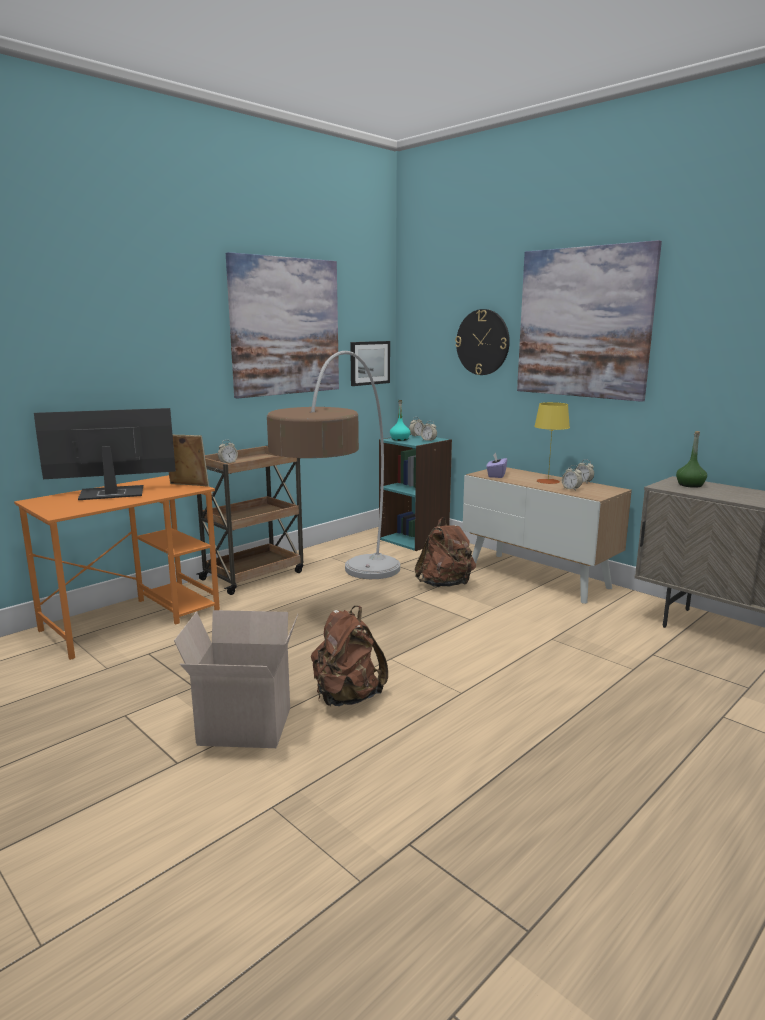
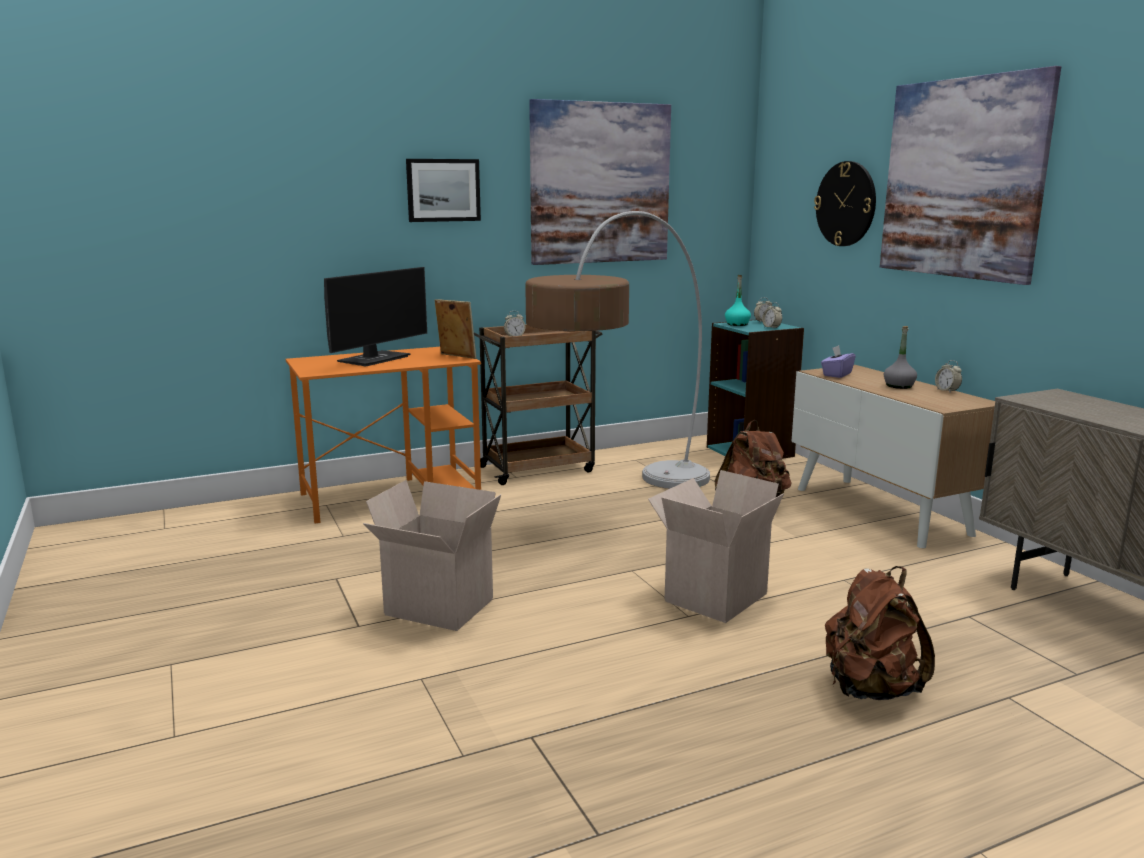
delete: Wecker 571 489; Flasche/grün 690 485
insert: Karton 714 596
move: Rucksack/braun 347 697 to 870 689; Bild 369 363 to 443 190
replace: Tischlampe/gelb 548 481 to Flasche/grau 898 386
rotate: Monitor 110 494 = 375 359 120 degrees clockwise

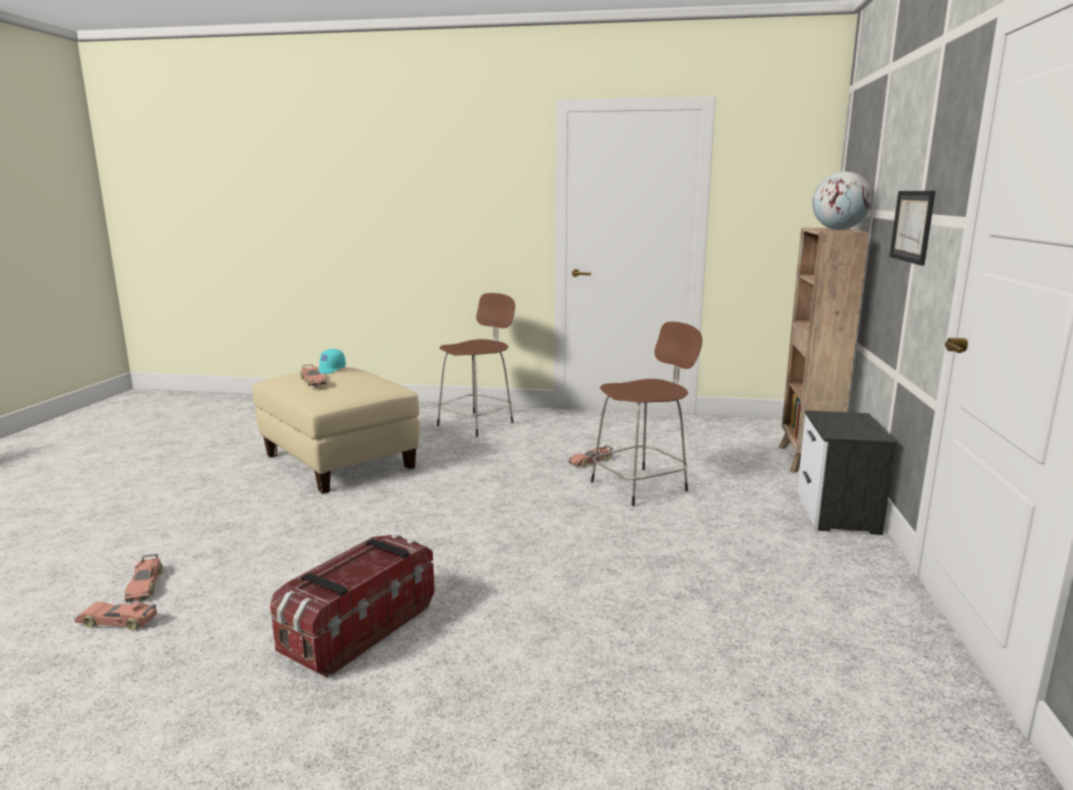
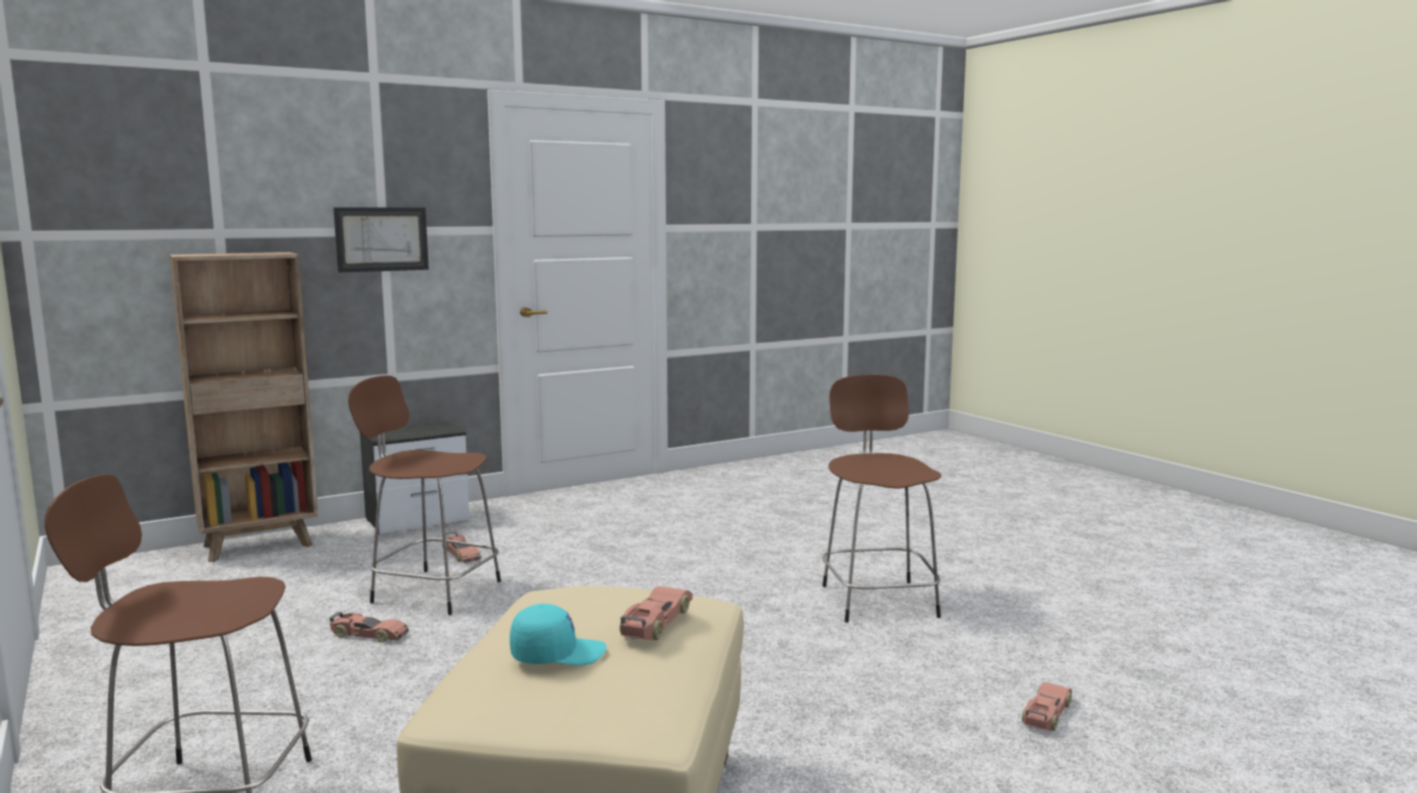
delete: Globus 838 229
move: Spielzeugauto 118 622 to 461 554
replace: Aufbewahrungsbox 357 629 to Hocker/braun 877 599

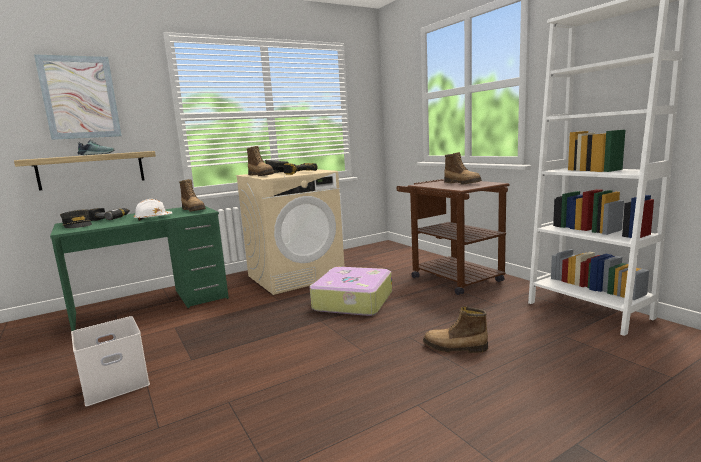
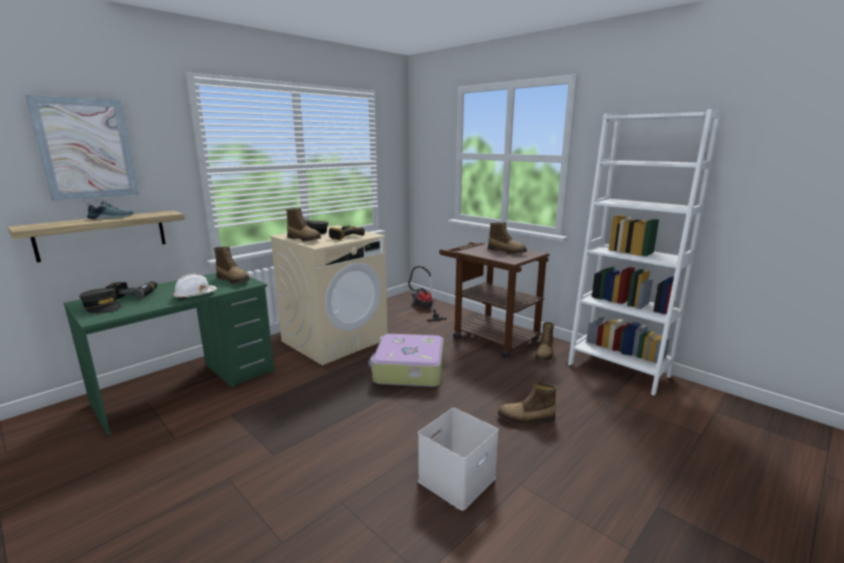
insert: Staubsauger 424 308; Stiefel 545 354
move: Aufbewahrungsbox/weiß 114 384 to 457 481

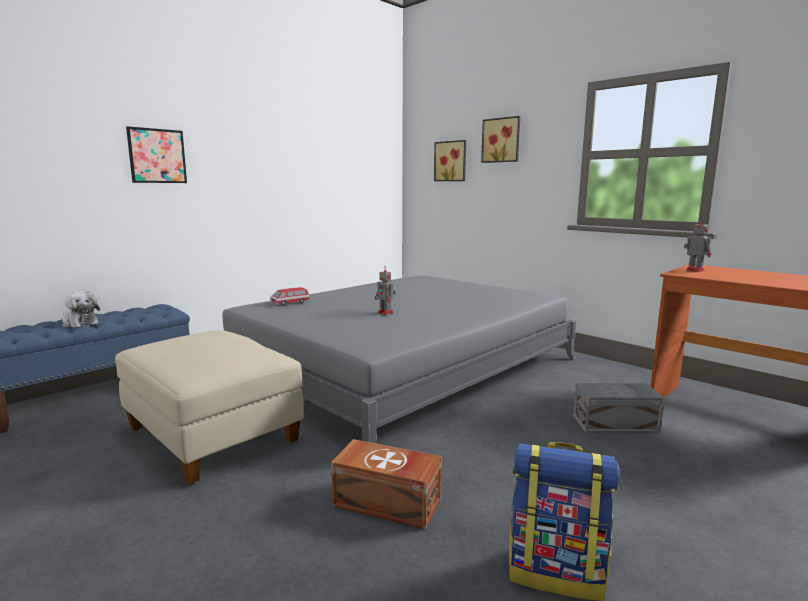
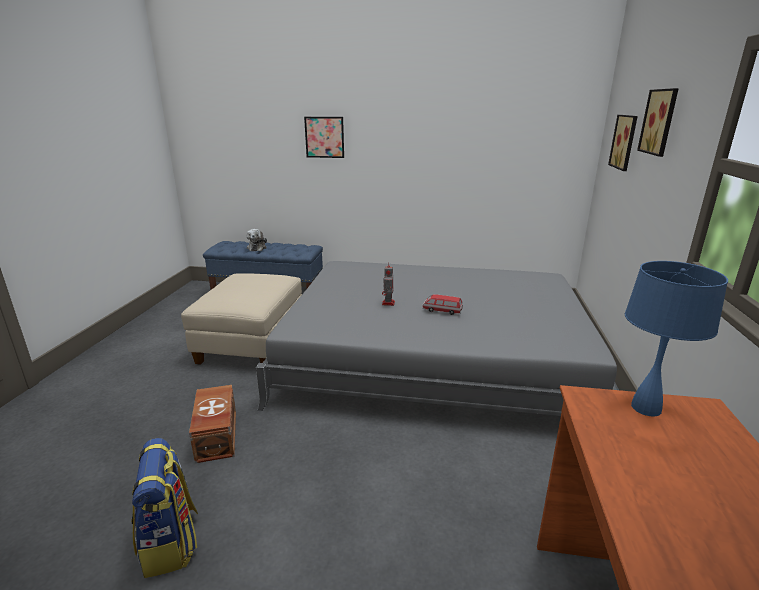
delete: Aufbewahrungsbox/grau 616 424
move: Spielzeugauto 290 303 to 442 310
replace: Spielzeugroboter 694 270 to Tischlampe/blau 645 407

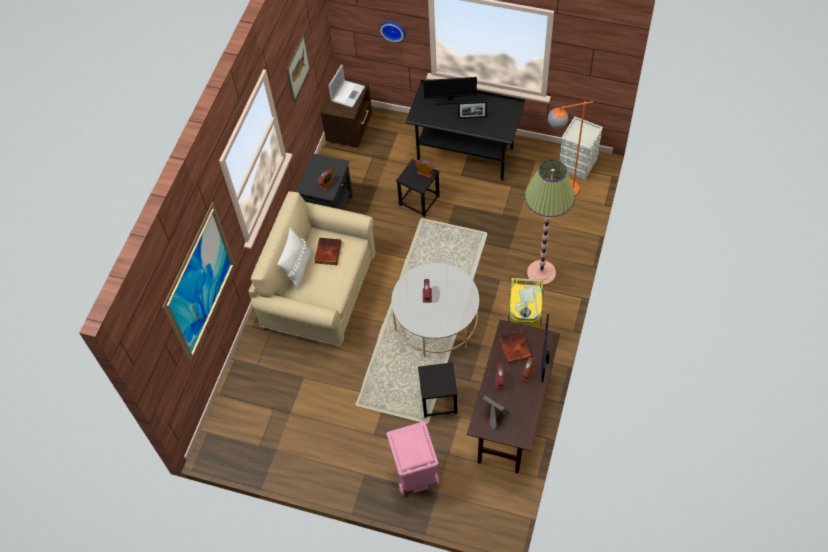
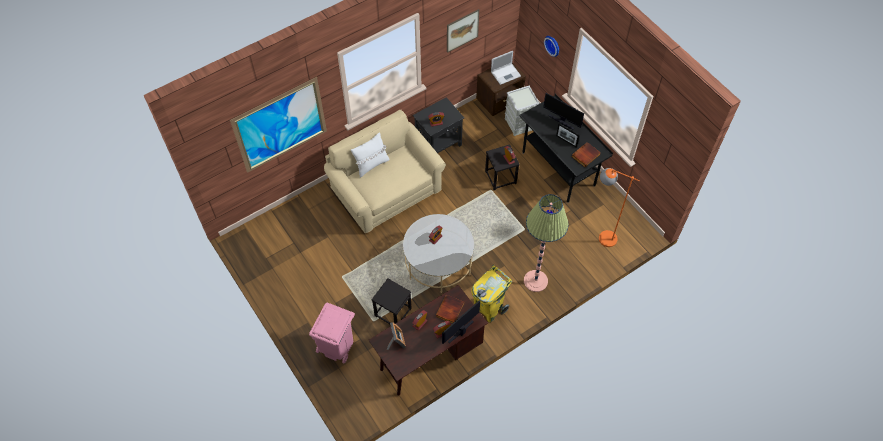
move: Buch 327 252 to 585 155; Aufbewahrungsbox/grau 578 164 to 520 124

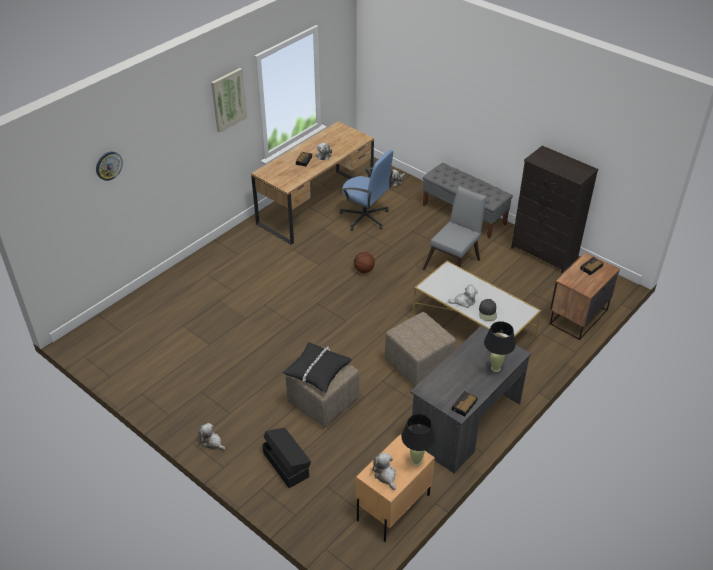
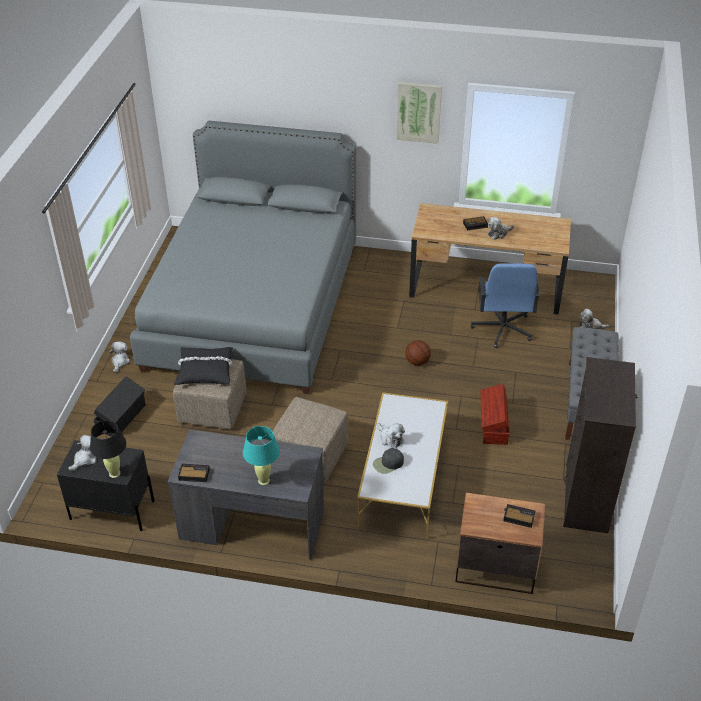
delete: Wanduhr 108 165
insert: Bett/grau 254 306
replace: Stuhl/grau 454 262 to Aufbewahrungsbox/braun 493 425
recolor: Nachttisch/beige 393 507 to Nachttisch/schwarz 112 510; Tischlampe/schwarz 495 368 to Tischlampe/türkis 264 480

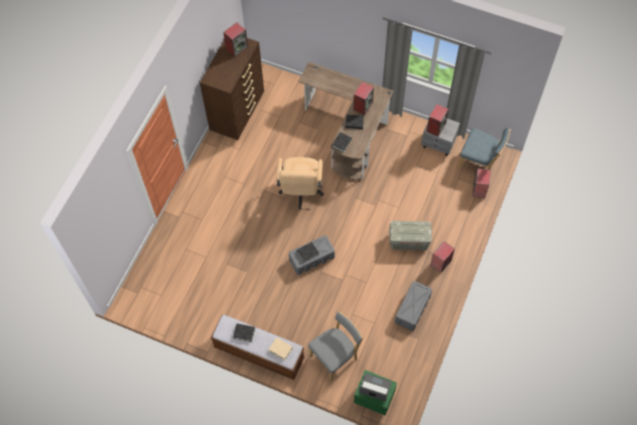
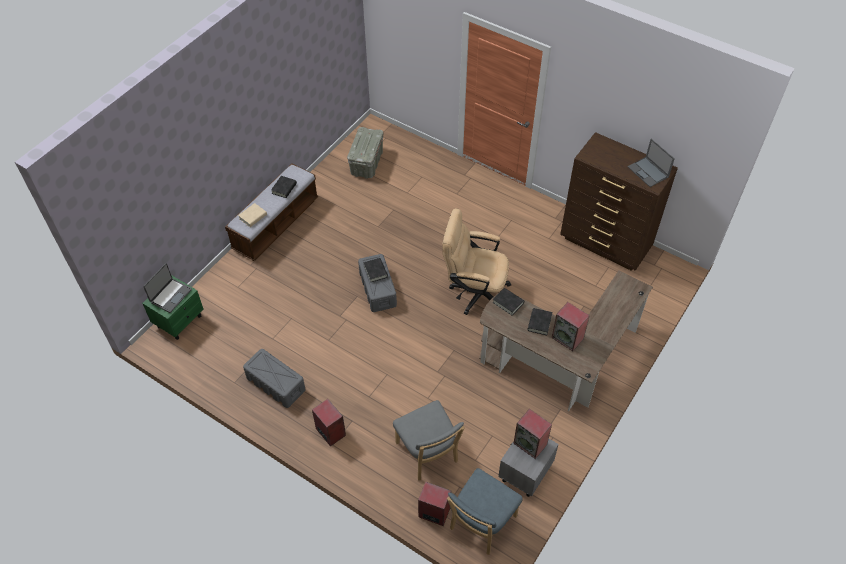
move: Stuhl/grau 335 357 to 428 454; Aufbewahrungsbox/grau 408 241 to 366 163
replace: Lautsprecher 237 48 to Laptop 648 172

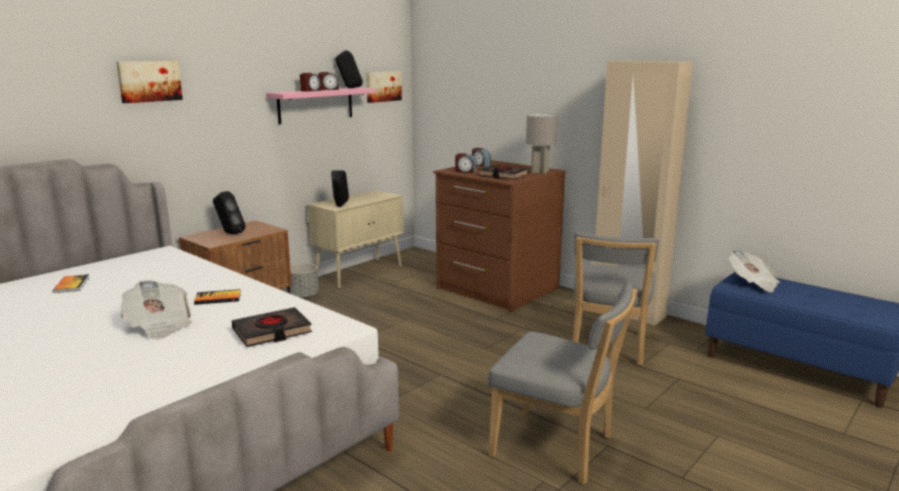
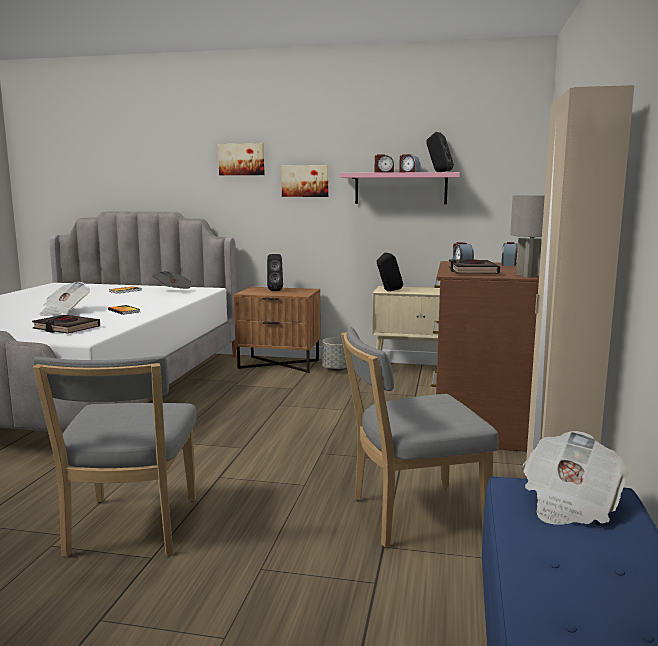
insert: Zeitung 174 291
move: Bild 383 86 to 305 181

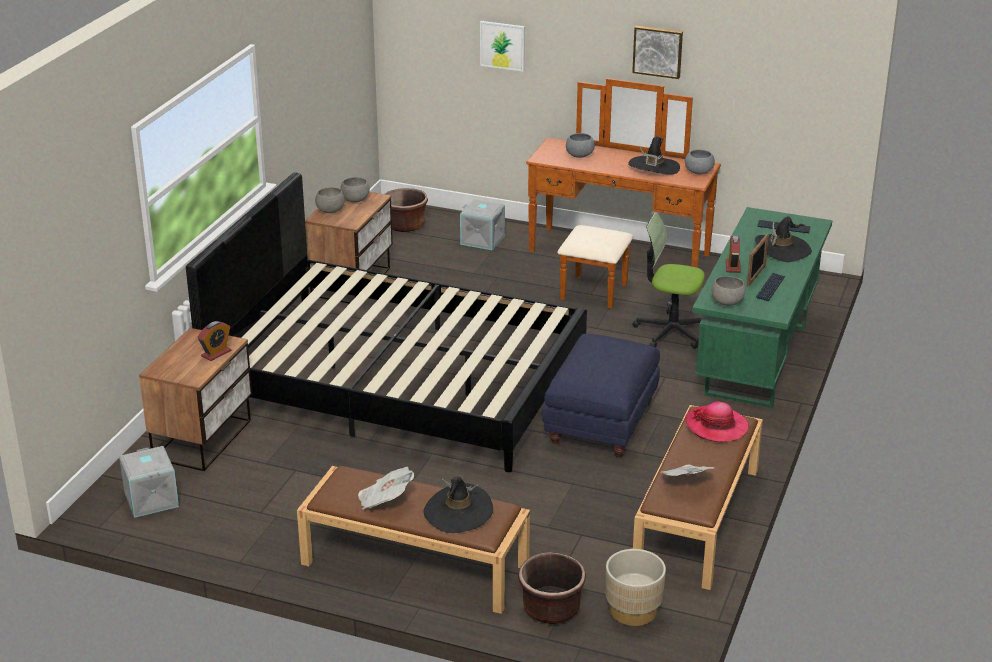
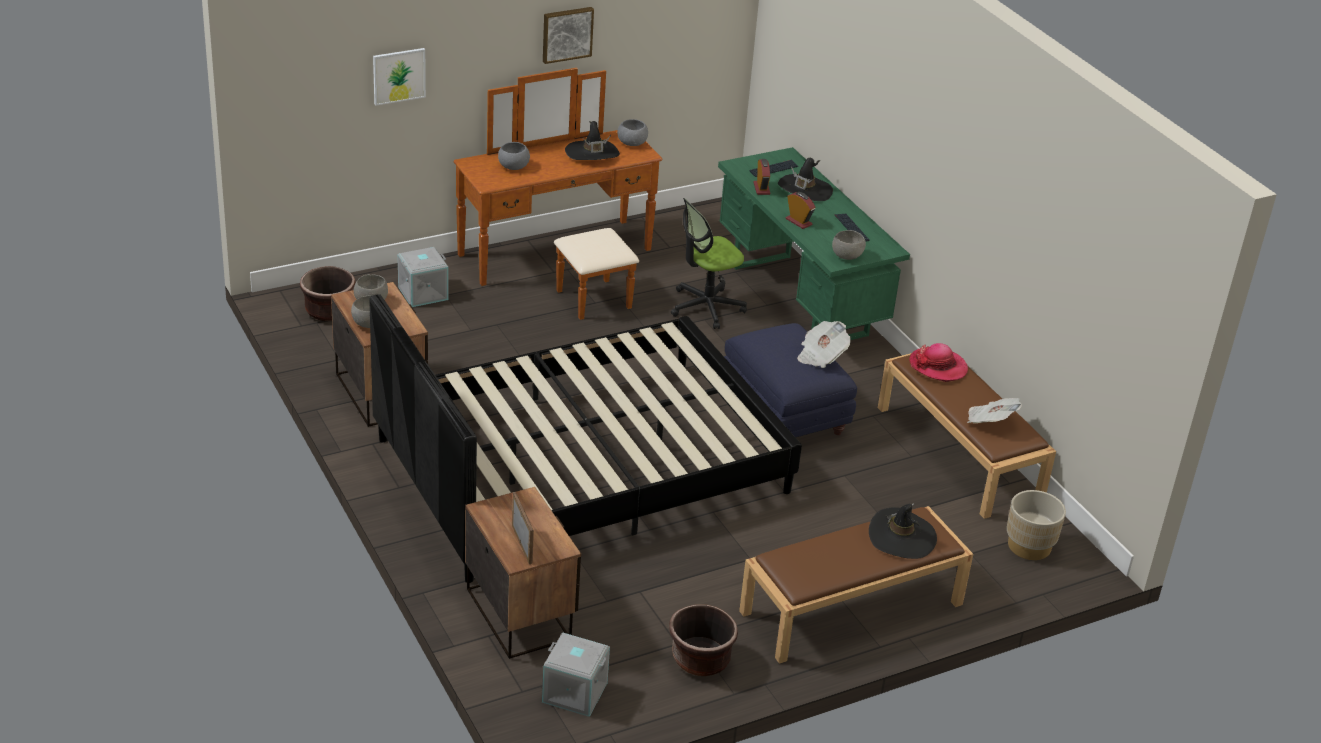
move: Wecker 216 353 to 761 188; Zeitung 385 500 to 821 356; Pflanzkübel/braun 551 609 to 700 660; Bilderrahmen 756 275 to 522 544

